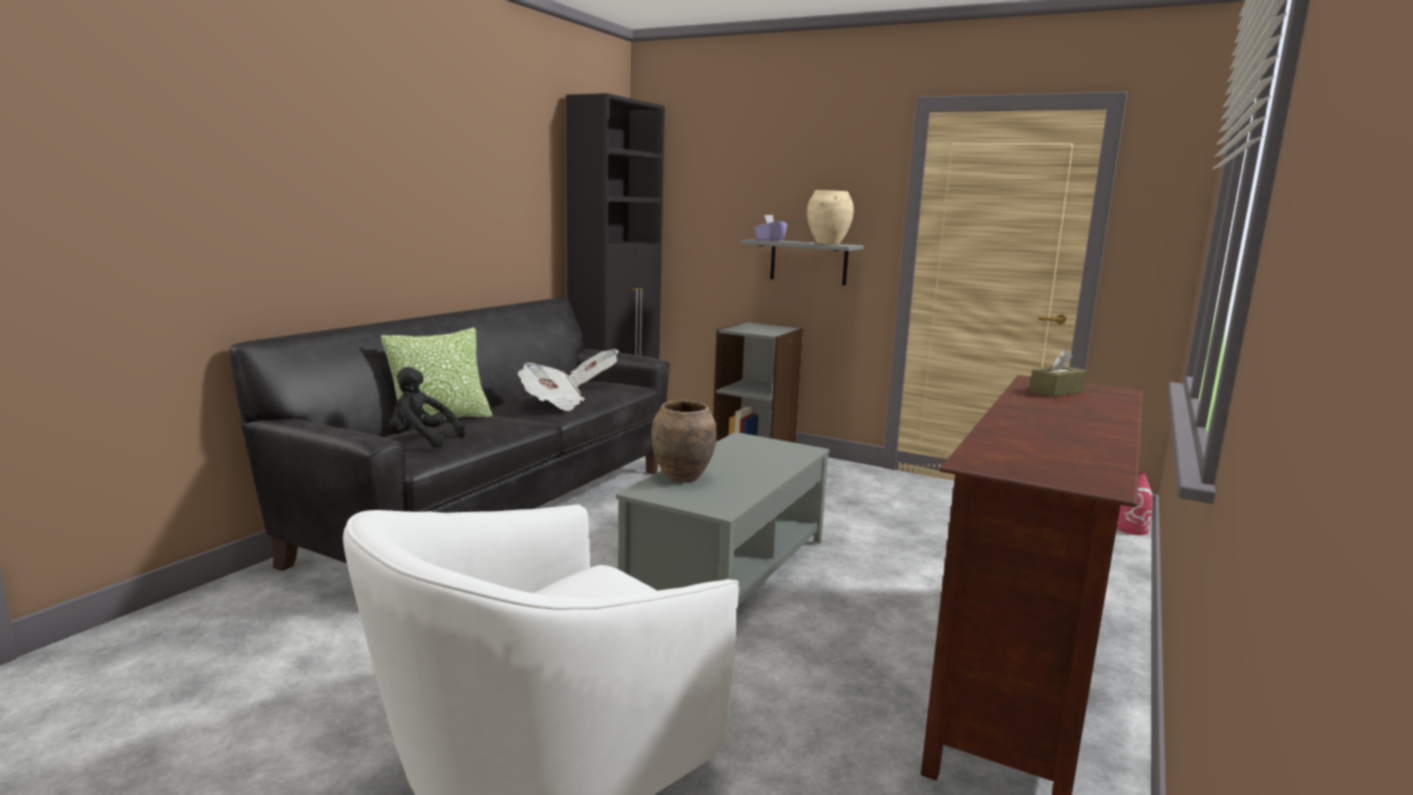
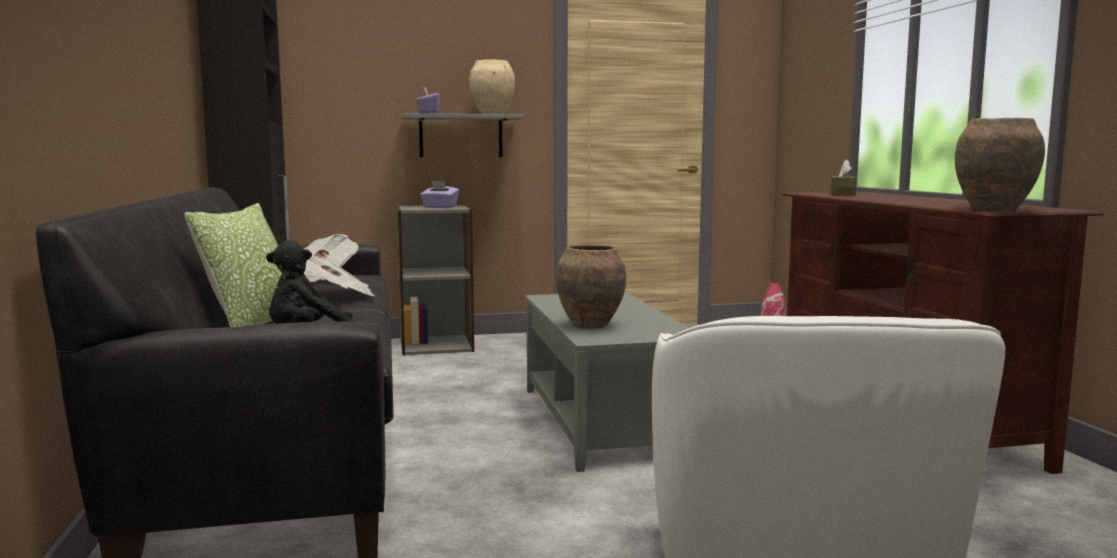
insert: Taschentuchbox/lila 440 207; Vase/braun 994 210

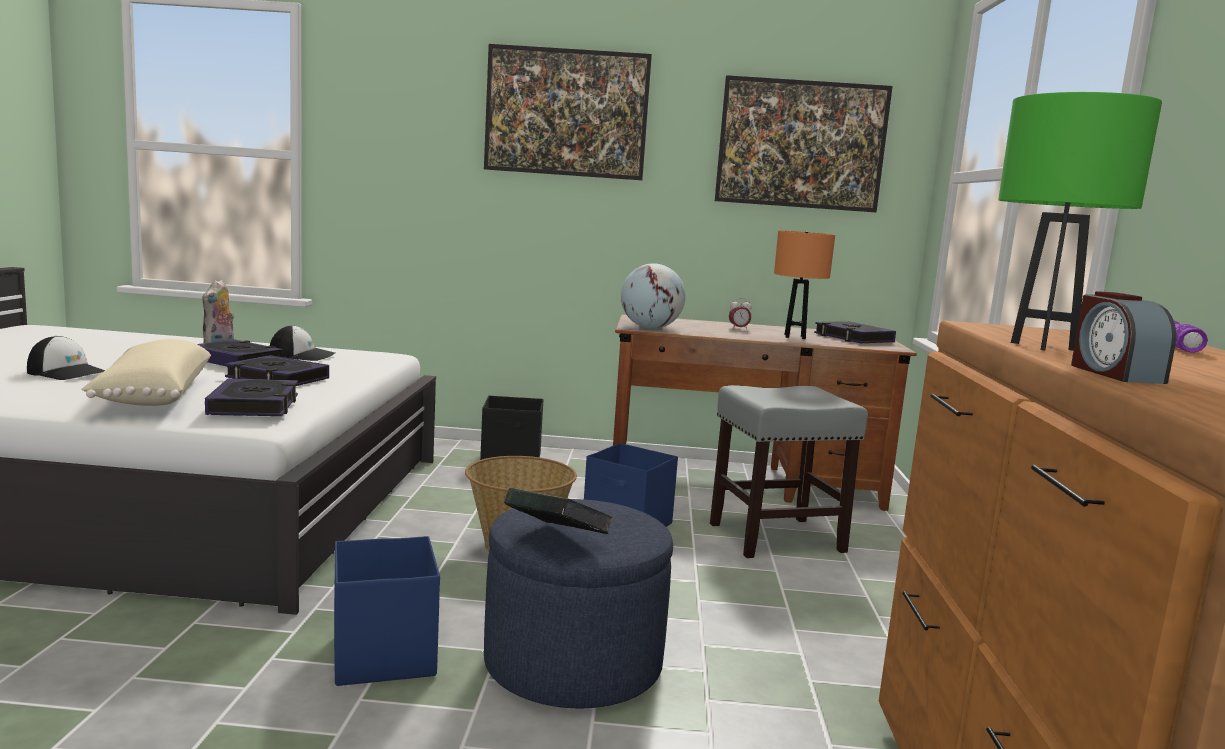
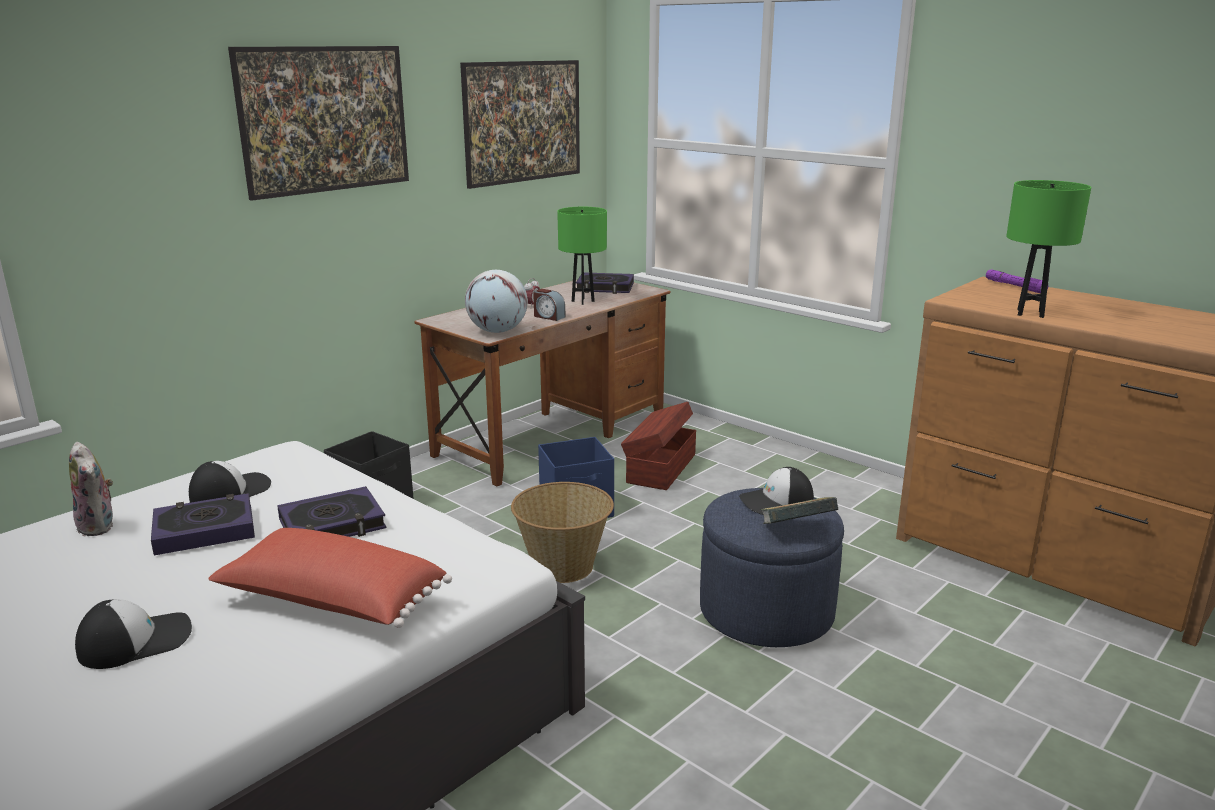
delete: Buch 254 405; Aufbewahrungsbox/blau 384 654
insert: Kappe 776 502
move: Wecker 1114 373 to 548 316
replace: Hocker/grau 775 538 to Aufbewahrungsbox/braun 659 468
recolor: Kissen/beige 152 395 to Kissen/rot 332 602; Tischlampe/orange 795 337 to Tischlampe/grün 583 301

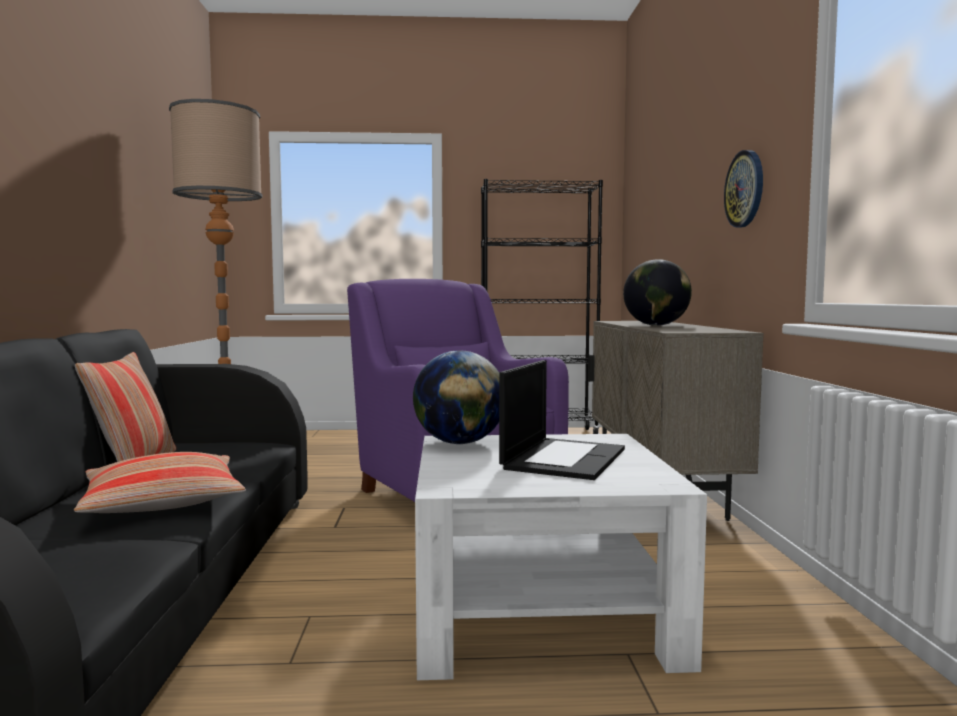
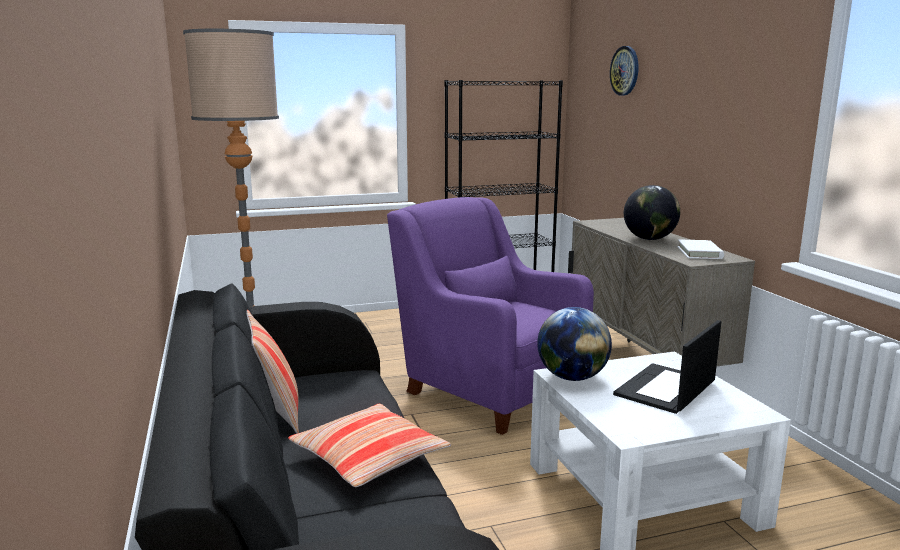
insert: Buch/weiß 699 252
move: Wanduhr 745 189 to 625 71
rotate: Laptop 563 458 = 665 389 150 degrees counterclockwise

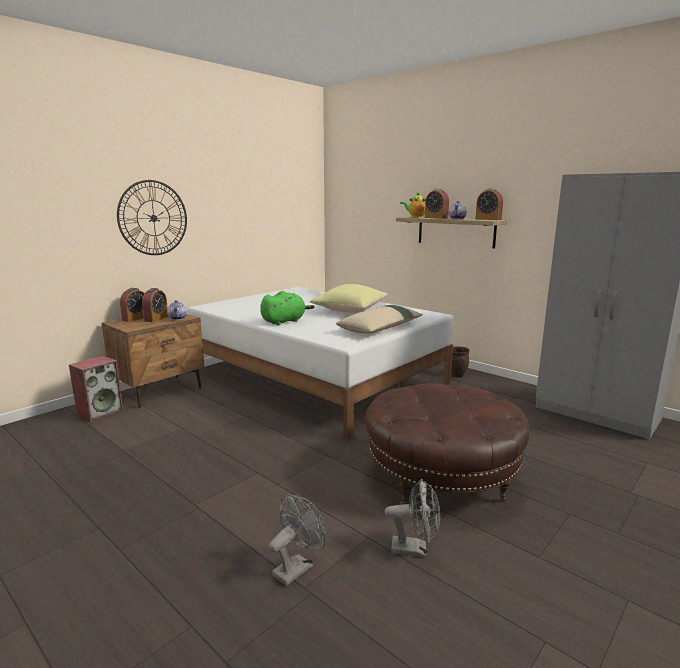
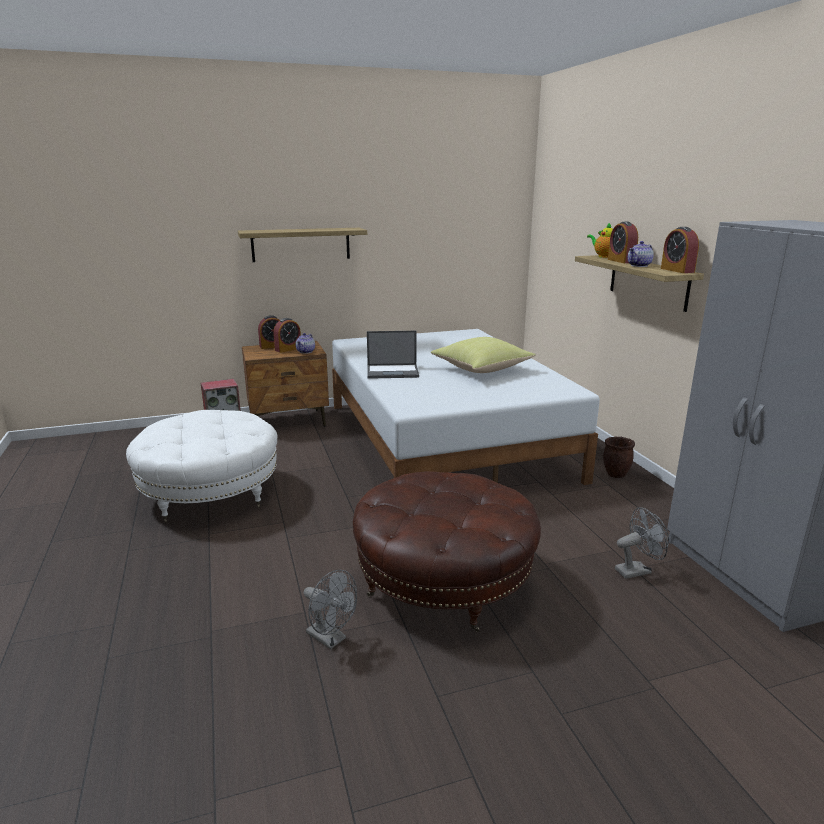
delete: Kissen/beige 381 328
insert: Polsterhocker/weiß 211 493
move: Ventilator/grau 297 567 to 637 570
replace: Wanduhr 153 218 to Wandregal 301 244; Plüschtier/grün 285 321 to Laptop 393 371

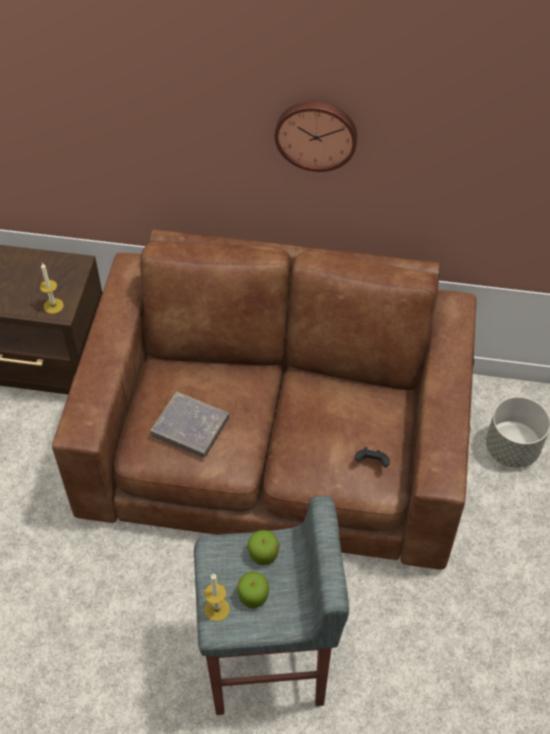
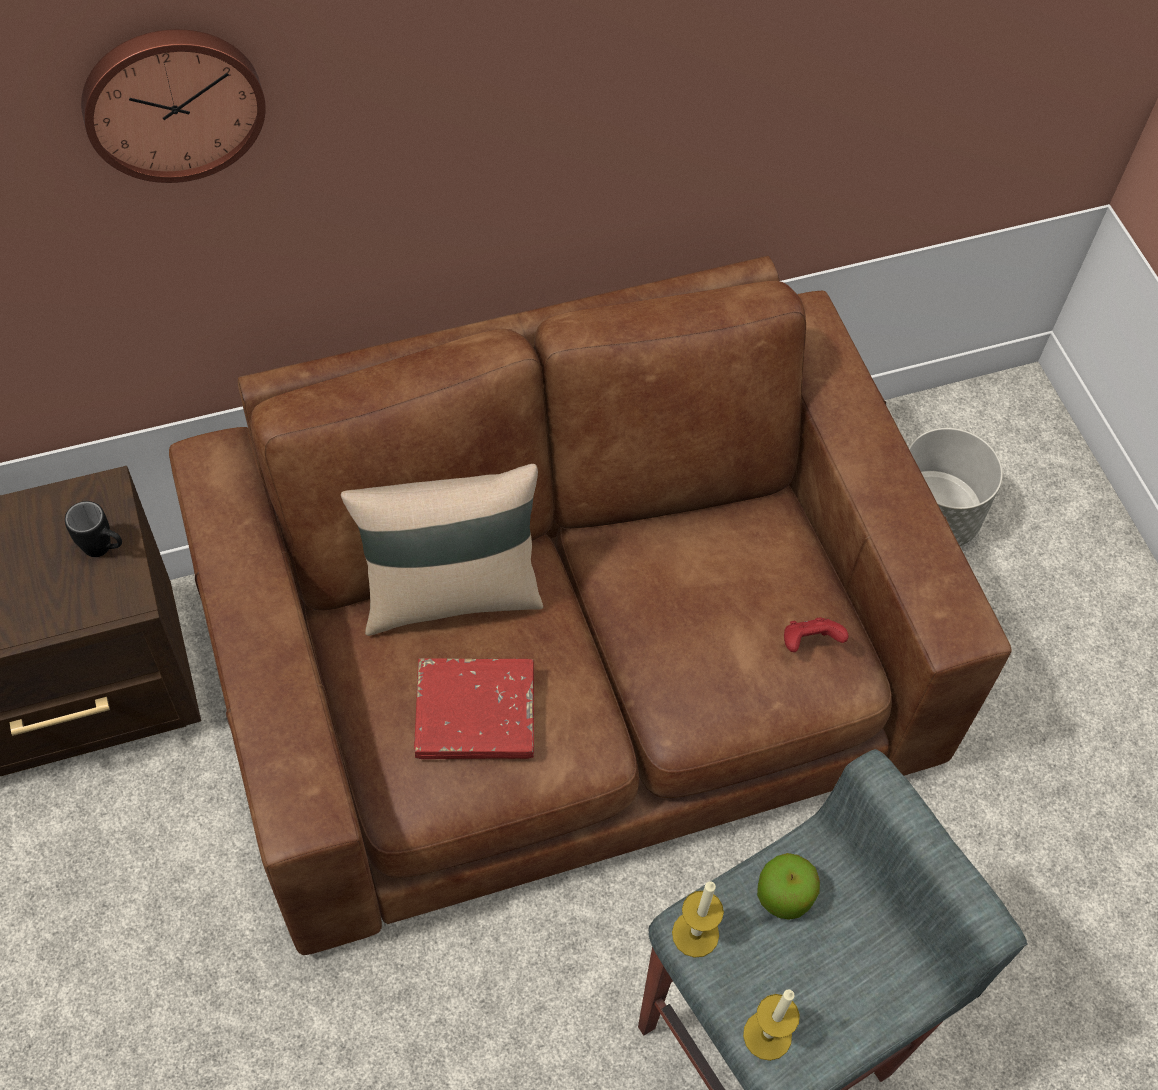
delete: Apfel 253 595
insert: Henkelbecher/schwarz 105 550; Kissen/beige 450 593
move: Kerze 53 306 to 695 934; Wanduhr 316 134 to 172 101
recolor: Buch/grau 190 427 to Buch/rot 475 713; Gamepad/schwarz 372 463 to Gamepad/rot 809 643

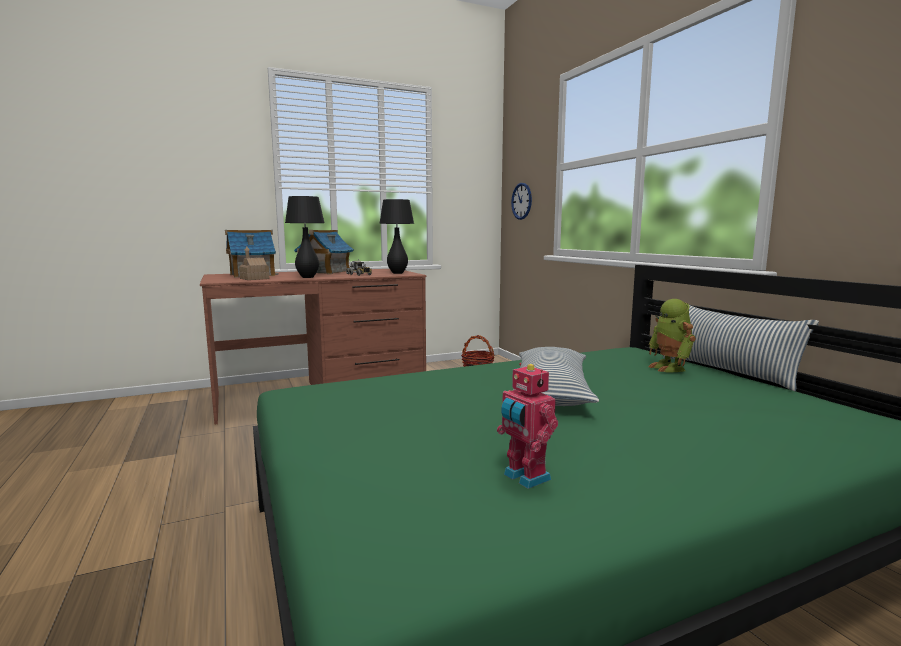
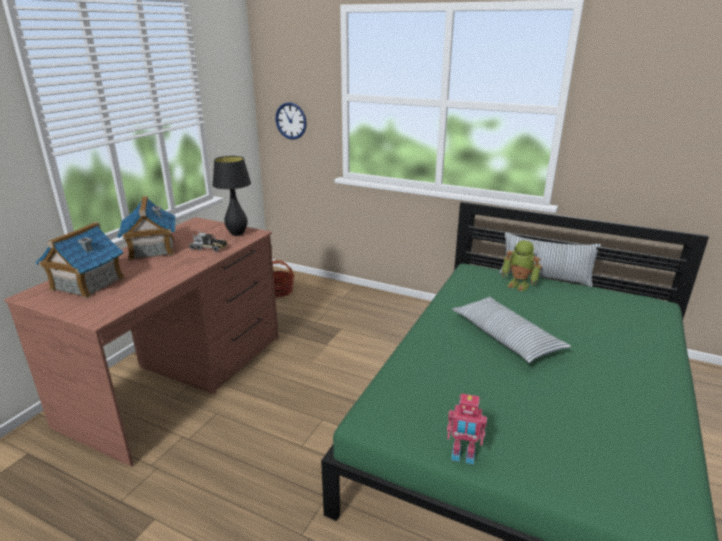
delete: Spielzeughaus 254 279; Tischlampe/schwarz 307 277
move: Spielzeugroboter 524 478 to 463 456

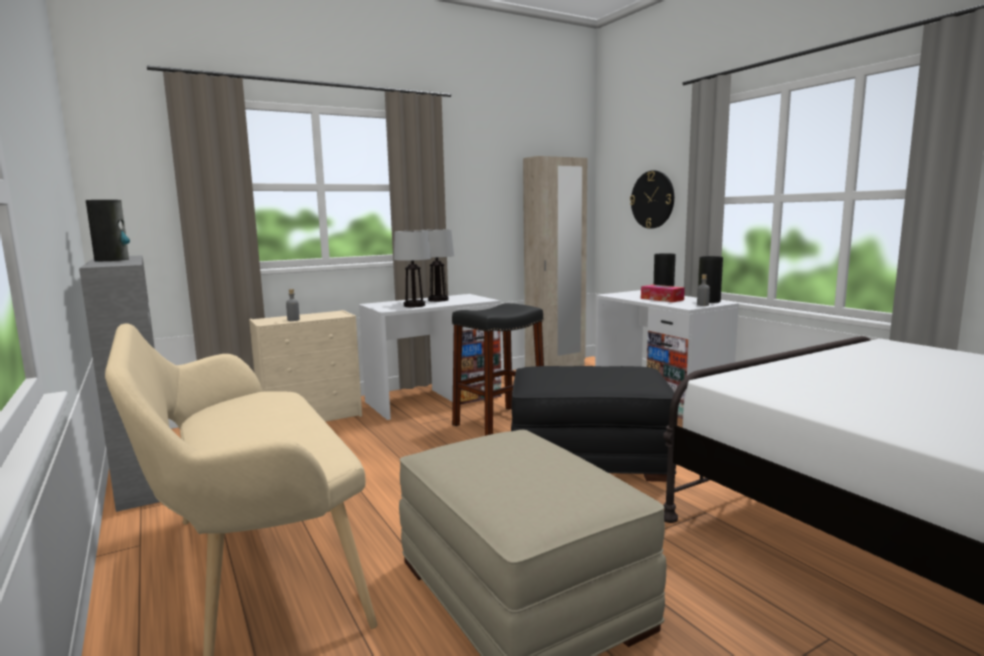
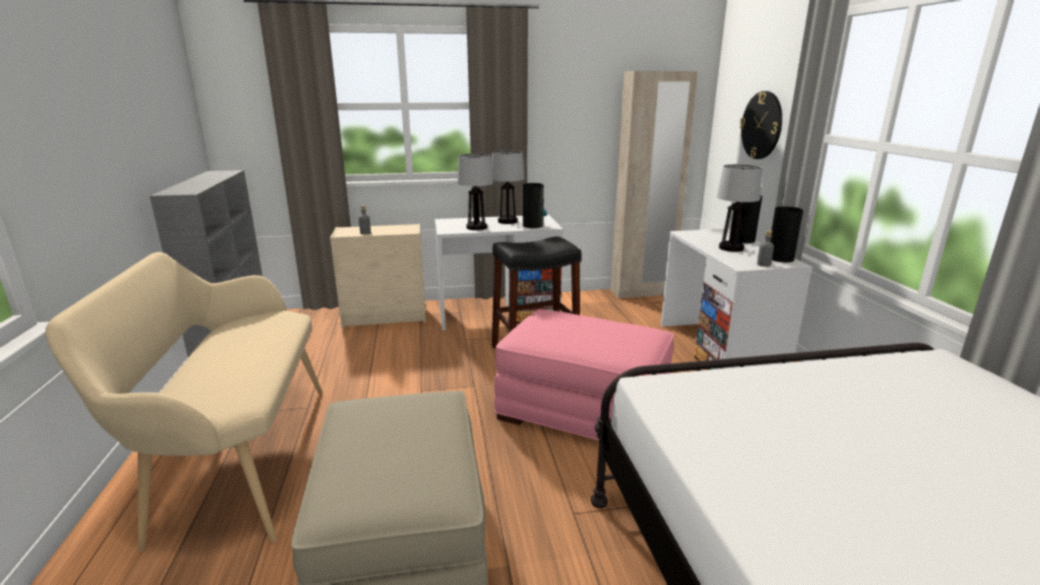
move: Vase 112 260 to 533 225
replace: Taschentuchbox 662 299 to Tischlampe 730 248
recolor: Polsterhocker/schwarz 589 457 to Polsterhocker/rosa 584 410

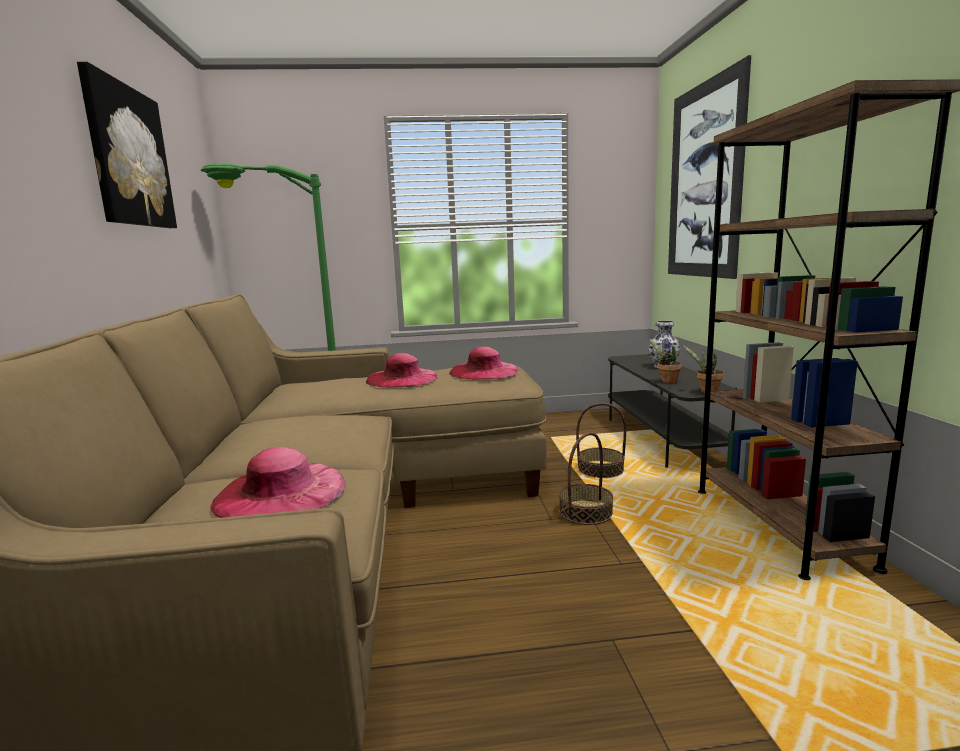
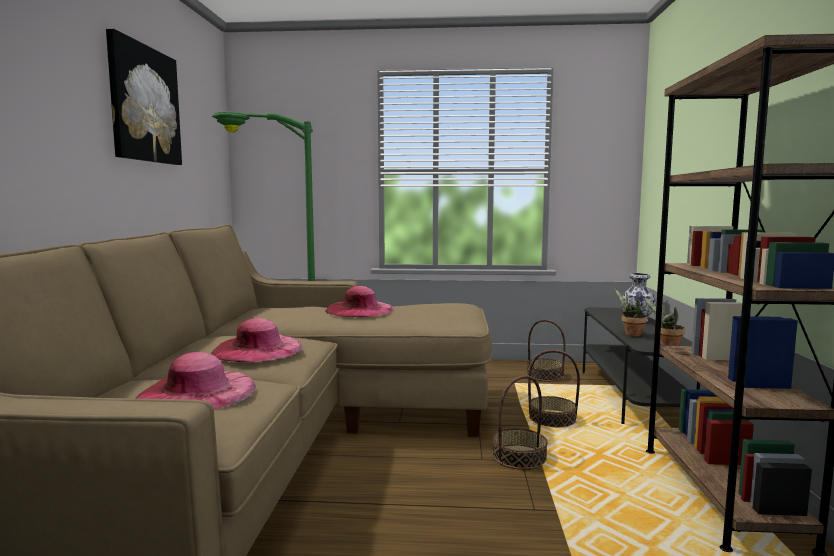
delete: Bild 704 181
insert: Korb 545 375
move: Hut/rosa 484 371 to 257 349

